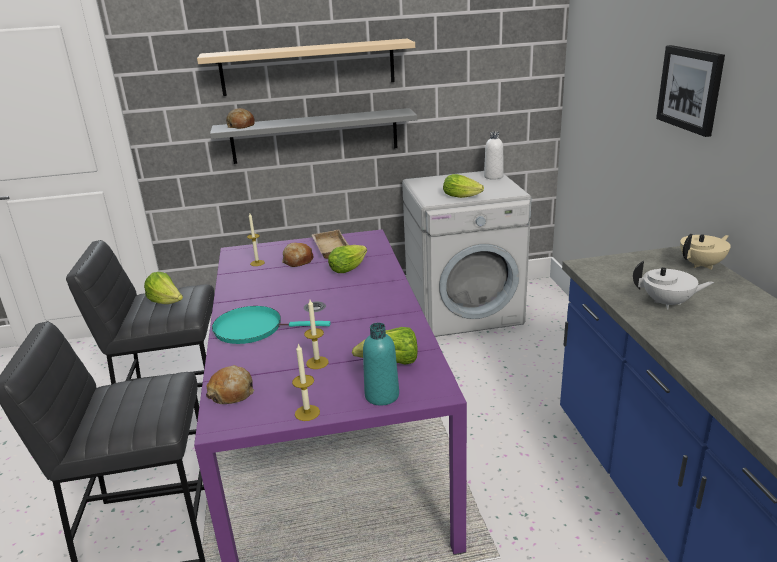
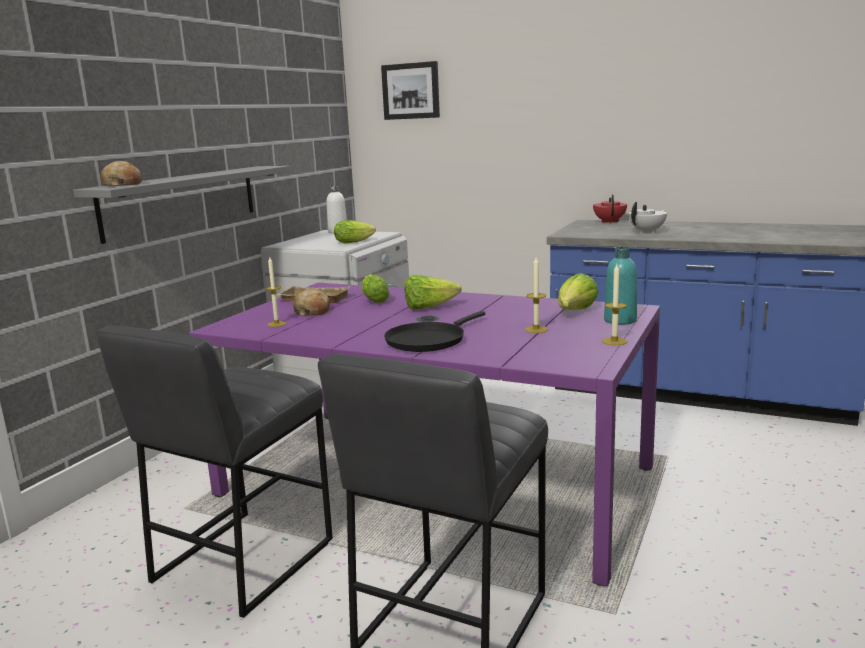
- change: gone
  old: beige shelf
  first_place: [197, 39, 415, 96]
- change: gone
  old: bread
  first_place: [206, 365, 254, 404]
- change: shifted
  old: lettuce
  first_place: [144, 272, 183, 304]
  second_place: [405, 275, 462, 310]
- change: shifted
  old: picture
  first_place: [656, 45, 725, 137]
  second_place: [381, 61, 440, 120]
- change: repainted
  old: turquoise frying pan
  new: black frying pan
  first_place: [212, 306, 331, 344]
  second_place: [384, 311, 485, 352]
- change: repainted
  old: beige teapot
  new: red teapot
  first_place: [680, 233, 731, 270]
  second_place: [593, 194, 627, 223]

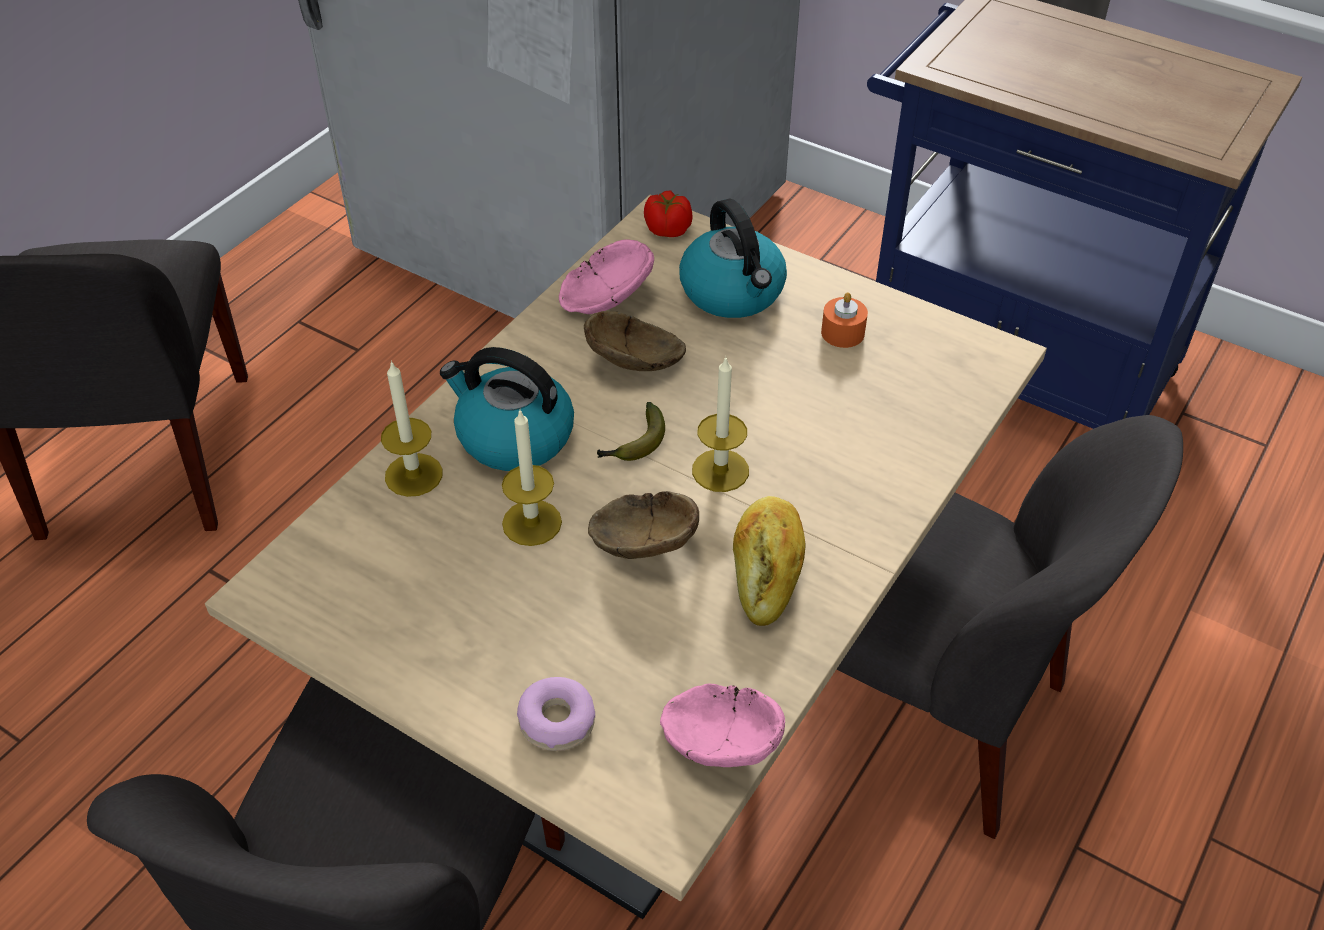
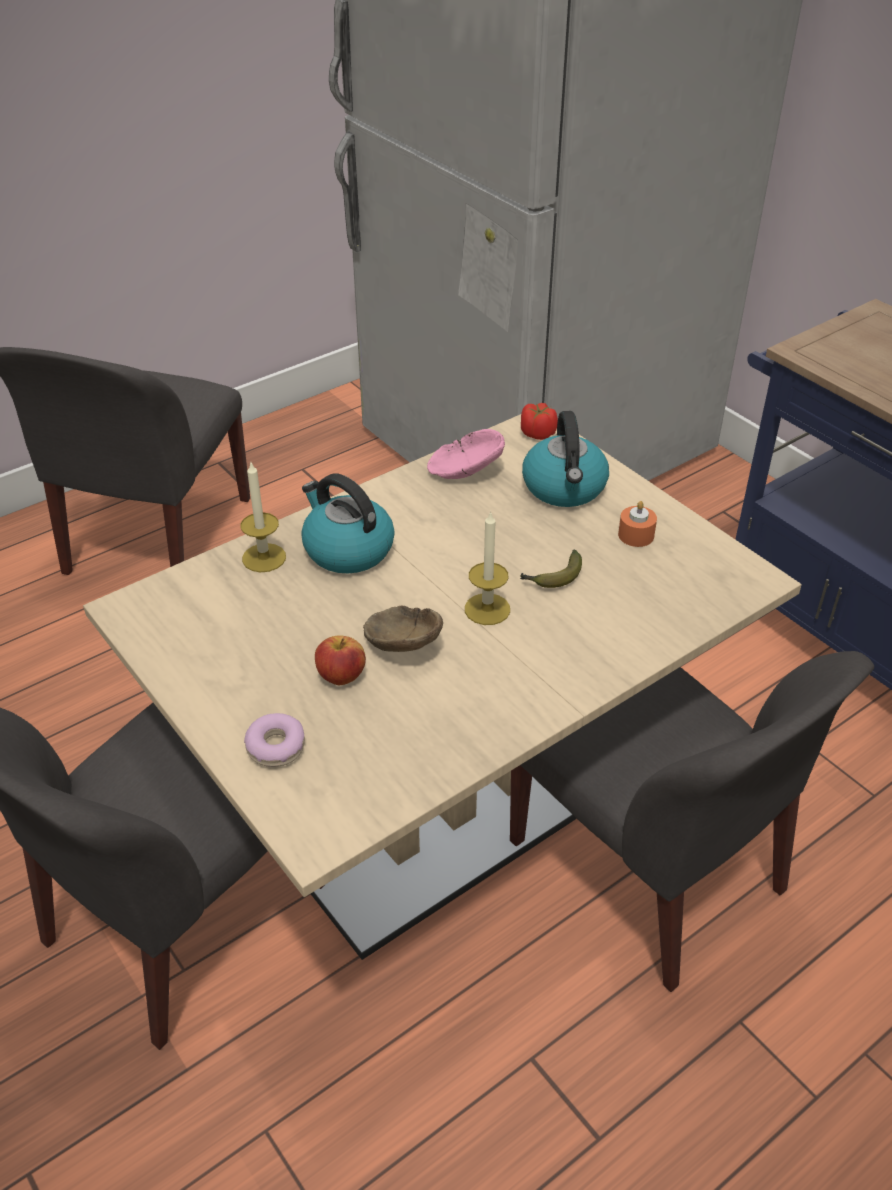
- change: gone
  old: candle
  first_place: [502, 411, 562, 546]
- change: gone
  old: brown bowl
  first_place: [584, 311, 686, 371]
- change: gone
  old: pink bowl
  first_place: [660, 683, 785, 767]
- change: gone
  old: bread
  first_place: [733, 496, 805, 626]
- change: new
  new: apple
  second_place: [315, 635, 366, 685]
- change: shifted
  old: banana
  first_place: [597, 402, 665, 461]
  second_place: [520, 550, 582, 588]

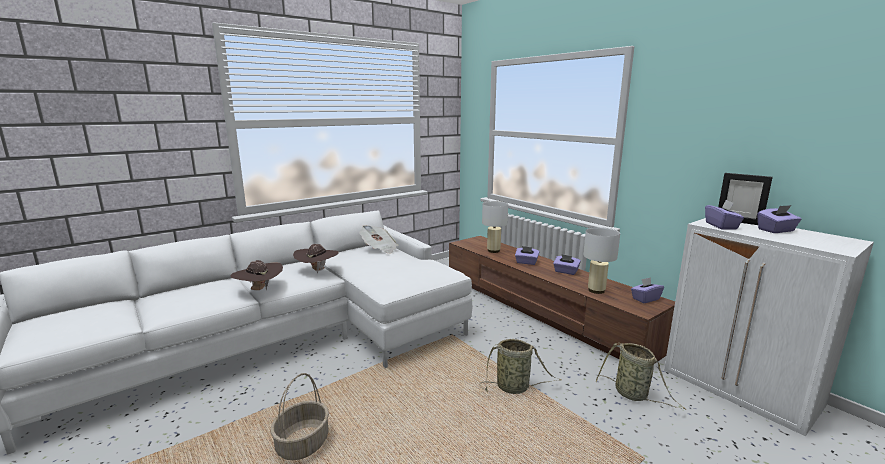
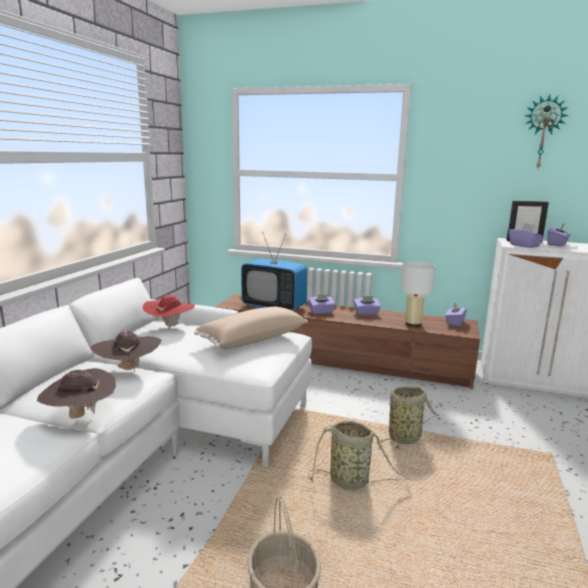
- change: new
  new: beige pillow
  second_place: [194, 307, 308, 349]
- change: new
  new: wall clock
  second_place: [525, 94, 569, 168]
- change: shifted
  old: basket
  first_place: [596, 343, 686, 410]
  second_place: [308, 421, 411, 490]
- change: swapped
  old: newspaper
  new: red hat
  first_place: [359, 225, 398, 254]
  second_place: [142, 295, 195, 329]
- change: swapped
  old: white table lamp
  new: television
  first_place: [482, 201, 508, 253]
  second_place: [241, 232, 308, 311]

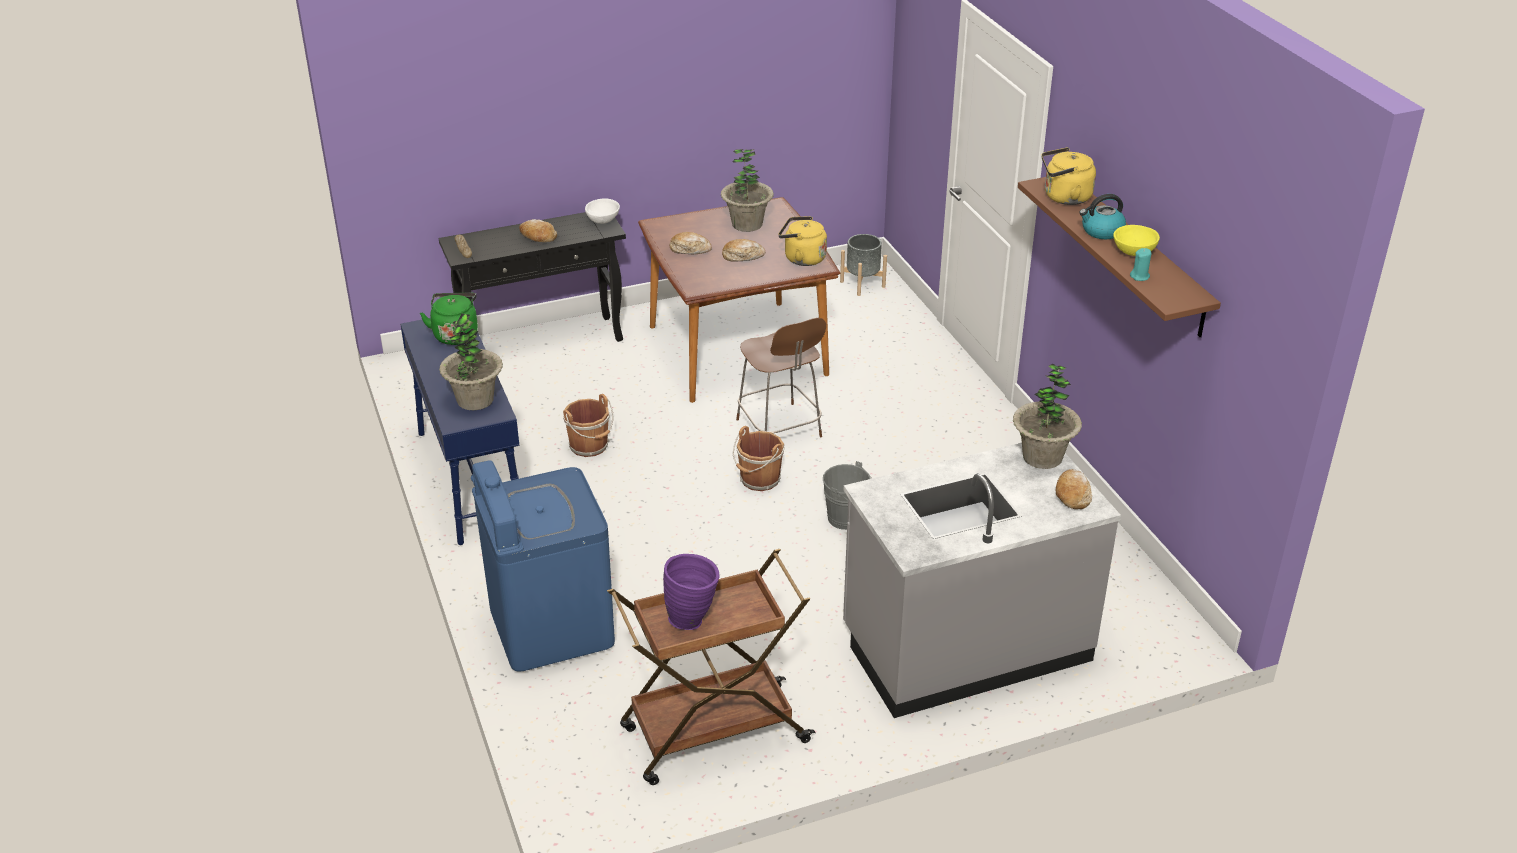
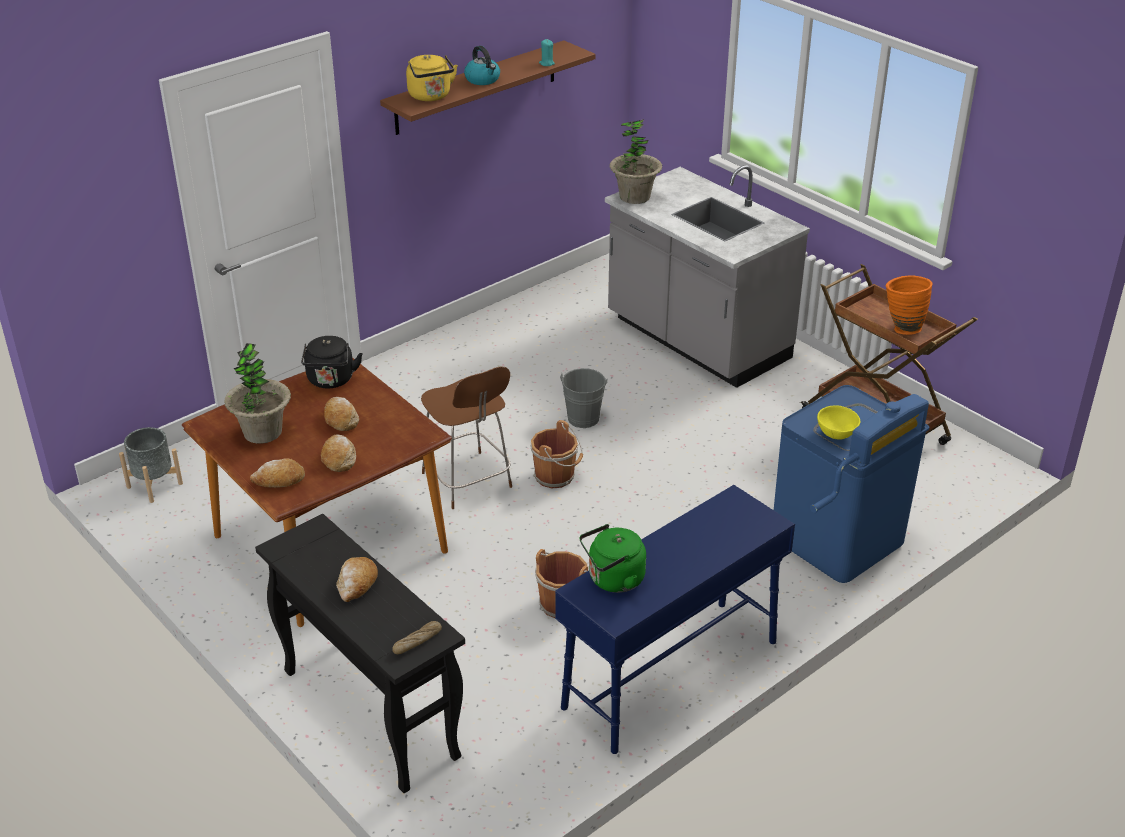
- change: gone
  old: potted plant
  first_place: [439, 313, 503, 410]
- change: gone
  old: white bowl
  first_place: [585, 198, 620, 224]
- change: shifted
  old: bread
  first_place: [1056, 469, 1092, 509]
  second_place: [250, 458, 305, 488]
- change: shifted
  old: yellow bowl
  first_place: [1113, 225, 1160, 256]
  second_place: [817, 405, 860, 439]
- change: repainted
  old: purple vase
  new: orange vase
  first_place: [663, 554, 719, 630]
  second_place: [886, 276, 932, 335]
- change: repainted
  old: yellow kettle
  new: black kettle
  first_place: [778, 216, 827, 266]
  second_place: [301, 336, 363, 388]
- change: rotated
  old: brown chair
  first_place: [736, 318, 826, 437]
  second_place: [421, 366, 512, 509]
  degrees: 105

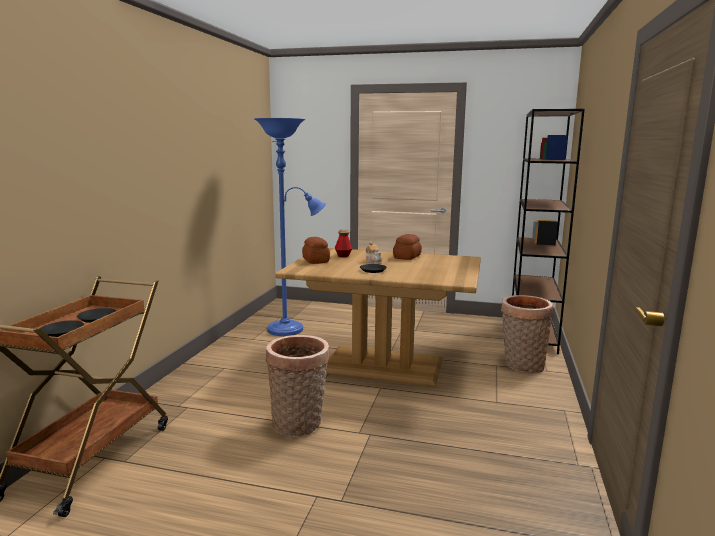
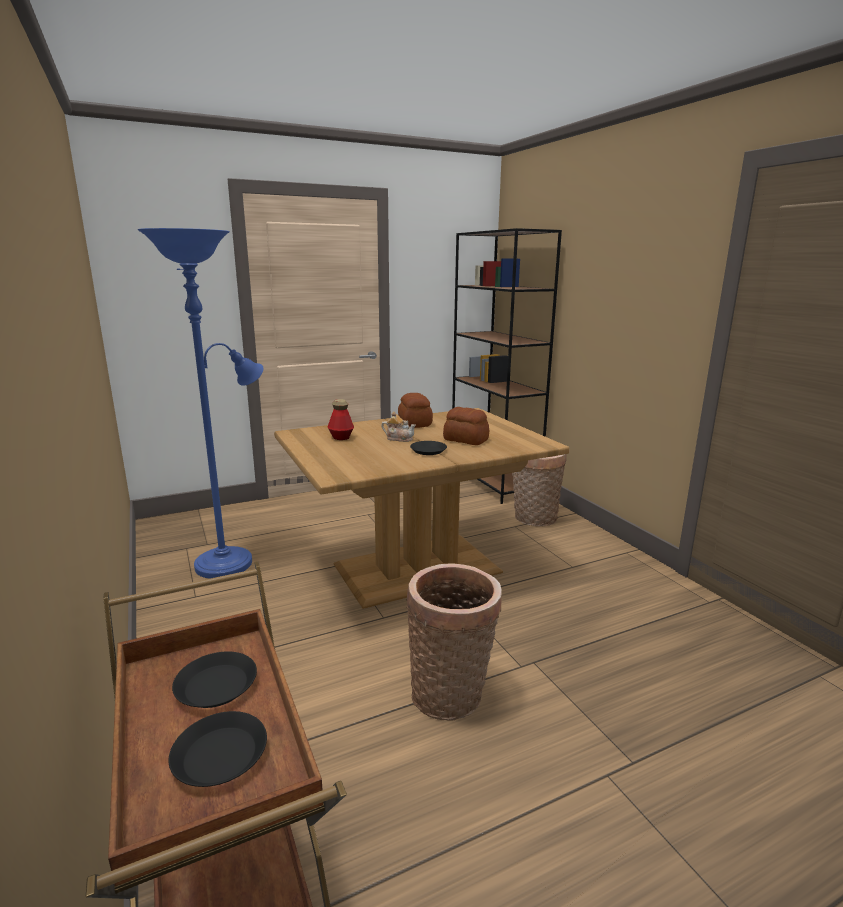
- change: shifted
  old: bread
  first_place: [302, 237, 330, 264]
  second_place: [443, 407, 489, 445]

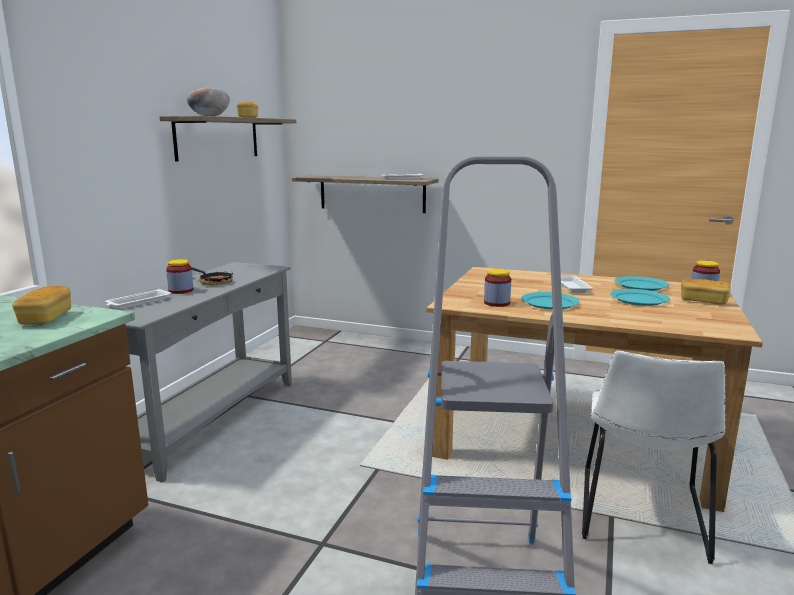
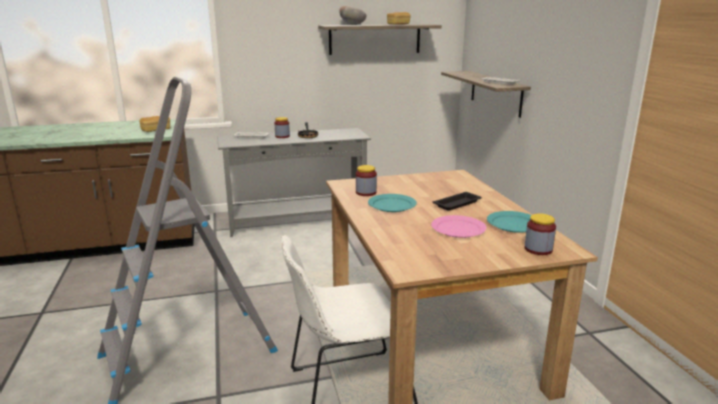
- change: gone
  old: bread
  first_place: [681, 279, 731, 305]
- change: repainted
  old: white tray
  new: black tray
  first_place: [561, 276, 593, 293]
  second_place: [433, 192, 482, 211]
- change: repainted
  old: turquoise plate
  new: pink plate
  first_place: [610, 289, 670, 306]
  second_place: [431, 215, 487, 238]

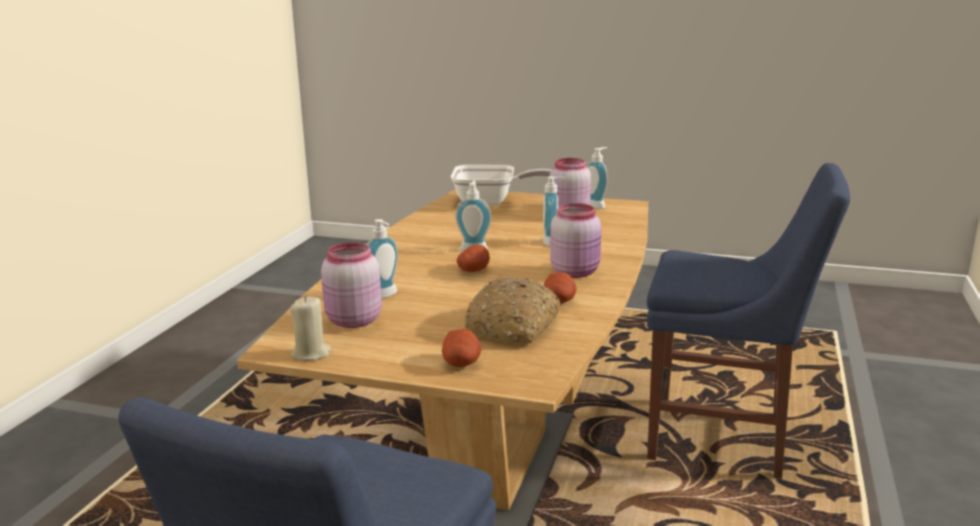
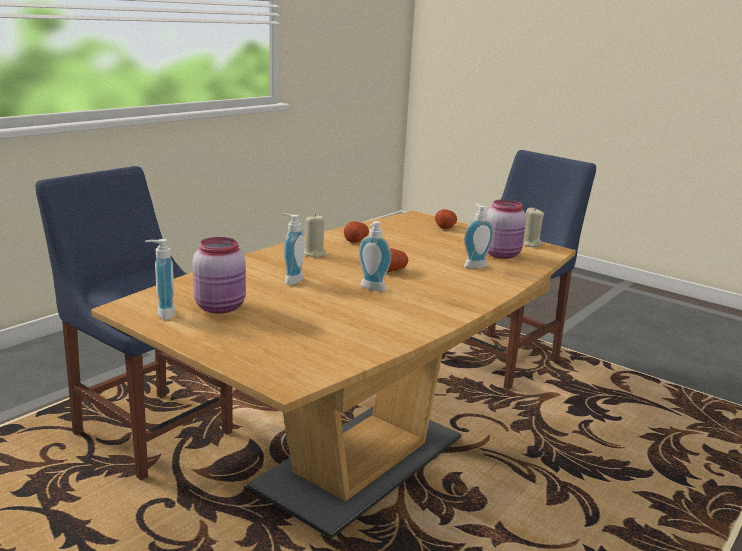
- change: gone
  old: frying pan
  first_place: [451, 165, 551, 206]
- change: gone
  old: bread
  first_place: [465, 277, 560, 344]
- change: swapped
  old: pink jar
  new: beige candle
  first_place: [550, 203, 601, 278]
  second_place: [304, 214, 327, 258]

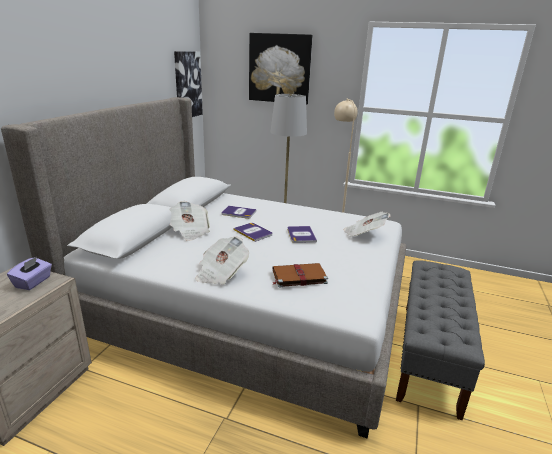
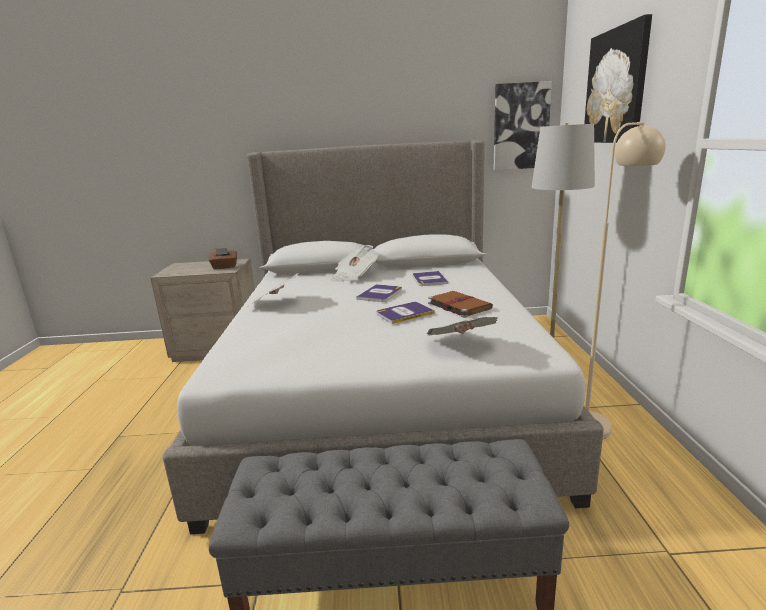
- change: shifted
  old: brown book
  first_place: [272, 263, 328, 288]
  second_place: [428, 291, 493, 318]
- change: repainted
  old: purple tissue box
  new: brown tissue box
  first_place: [7, 257, 52, 290]
  second_place: [209, 248, 237, 269]

